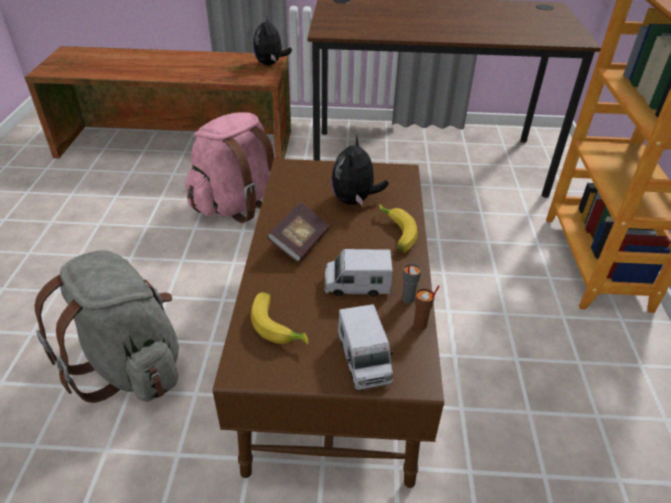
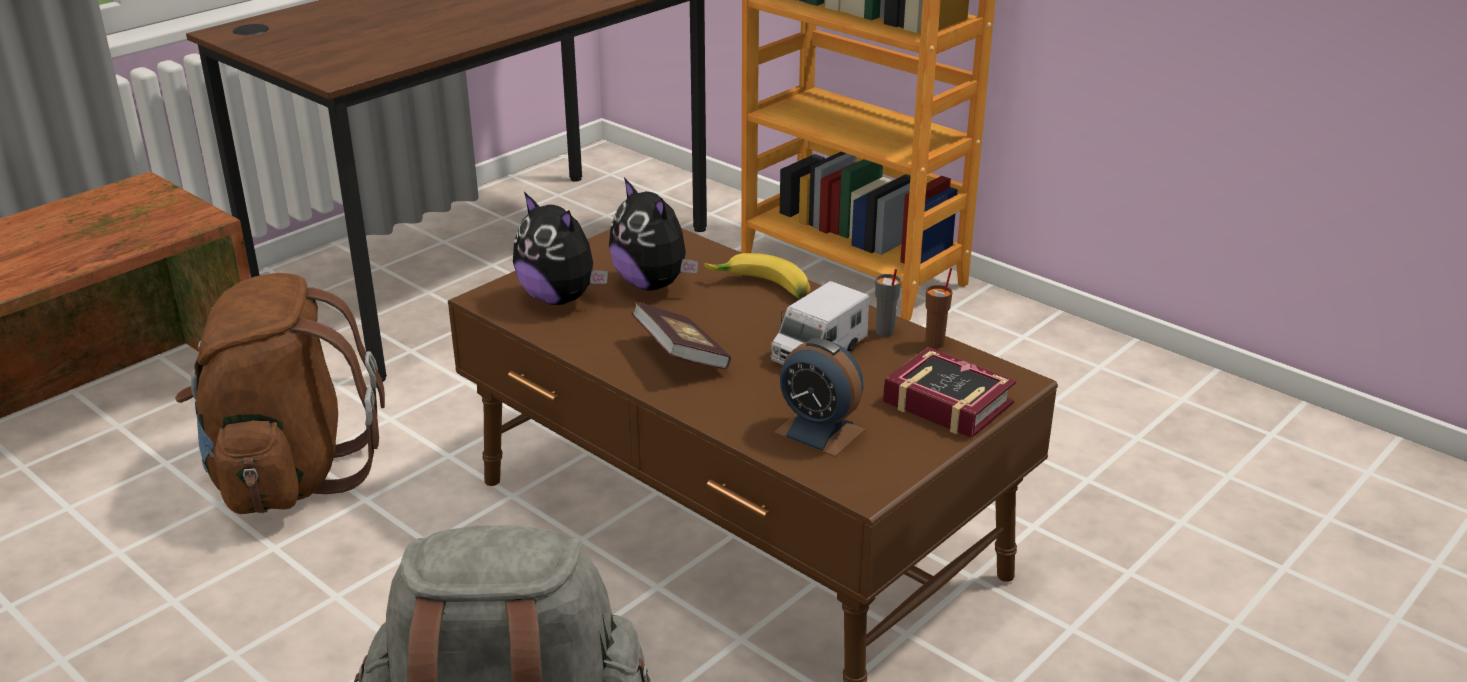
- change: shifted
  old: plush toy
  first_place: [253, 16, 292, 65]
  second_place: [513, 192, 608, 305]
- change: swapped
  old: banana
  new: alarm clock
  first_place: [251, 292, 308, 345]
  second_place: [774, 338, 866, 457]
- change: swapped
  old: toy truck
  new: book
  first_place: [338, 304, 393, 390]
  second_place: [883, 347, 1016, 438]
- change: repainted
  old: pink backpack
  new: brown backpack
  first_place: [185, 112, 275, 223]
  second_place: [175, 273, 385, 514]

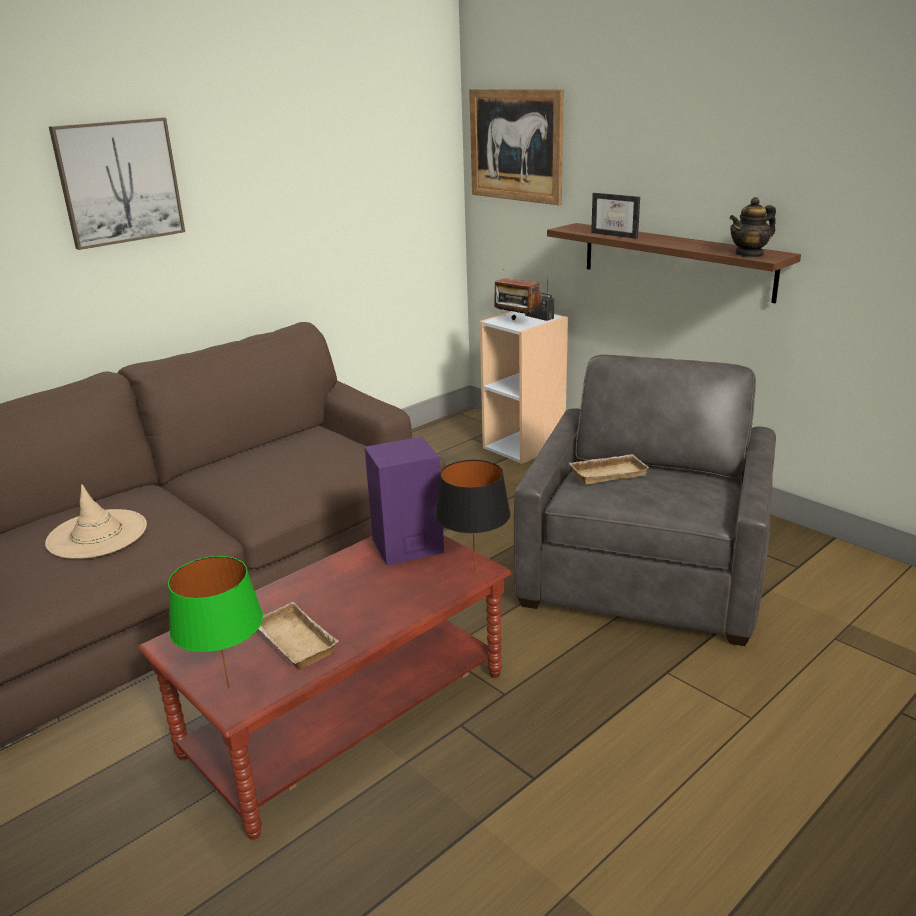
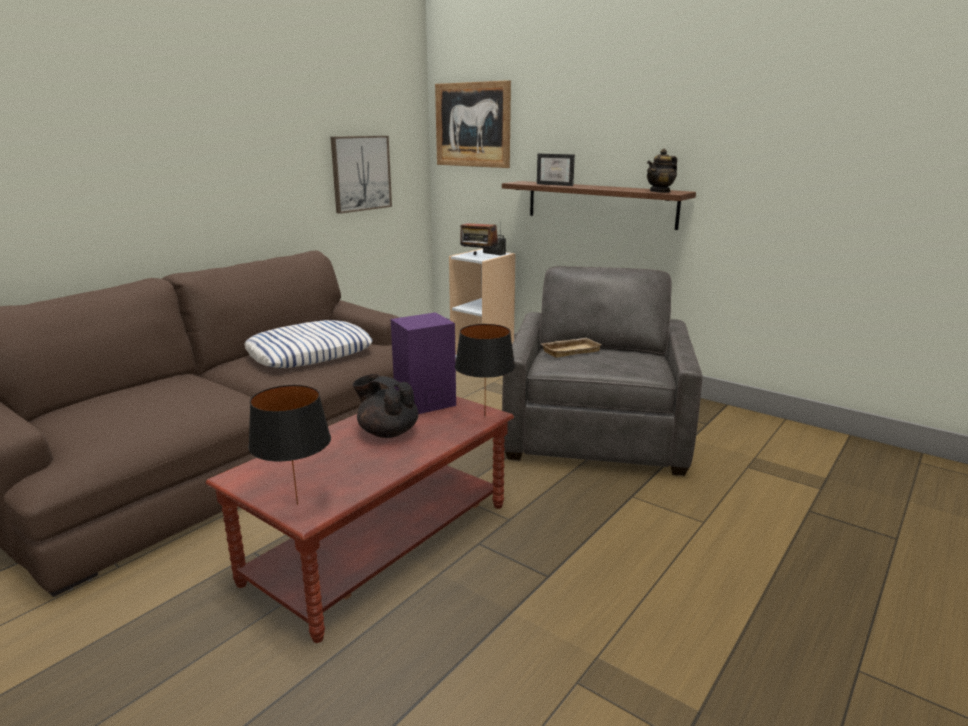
- change: gone
  old: beige hat
  first_place: [45, 484, 147, 559]
- change: gone
  old: beige tray
  first_place: [259, 602, 339, 669]
- change: new
  new: pillow
  second_place: [244, 320, 373, 368]
- change: new
  new: black teapot
  second_place: [353, 374, 418, 438]
- change: shifted
  old: picture
  first_place: [49, 118, 185, 250]
  second_place: [331, 136, 392, 214]
- change: repainted
  old: green table lamp
  new: black table lamp
  first_place: [168, 556, 263, 689]
  second_place: [248, 385, 331, 505]

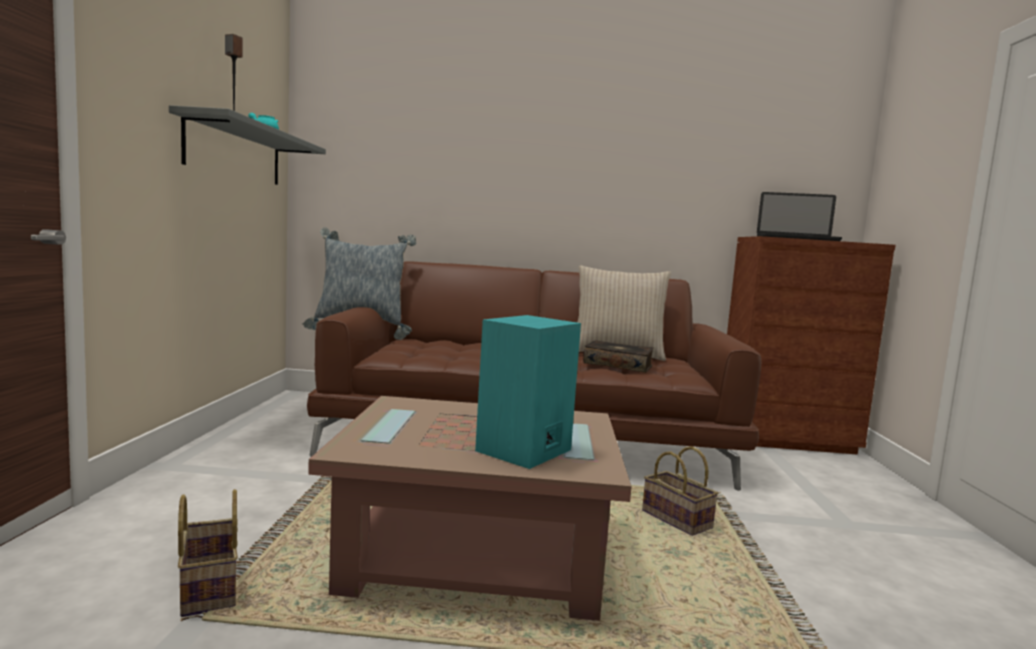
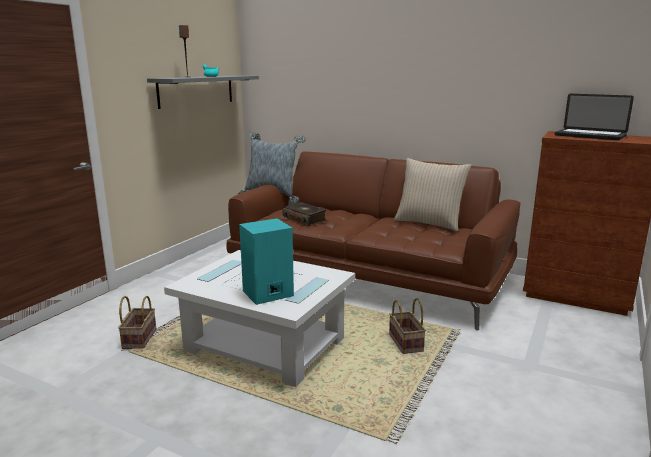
- change: shifted
  old: book
  first_place: [583, 340, 654, 373]
  second_place: [283, 202, 327, 226]
- change: repainted
  old: brown coffee table
  new: white coffee table
  first_place: [308, 396, 632, 621]
  second_place: [164, 250, 355, 387]

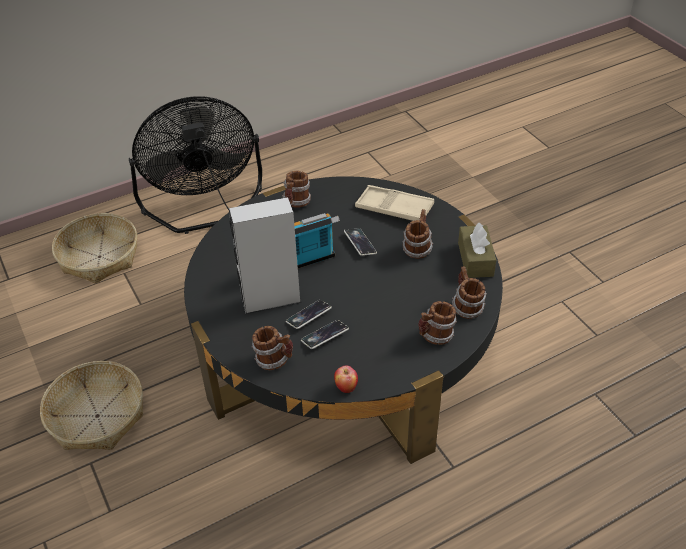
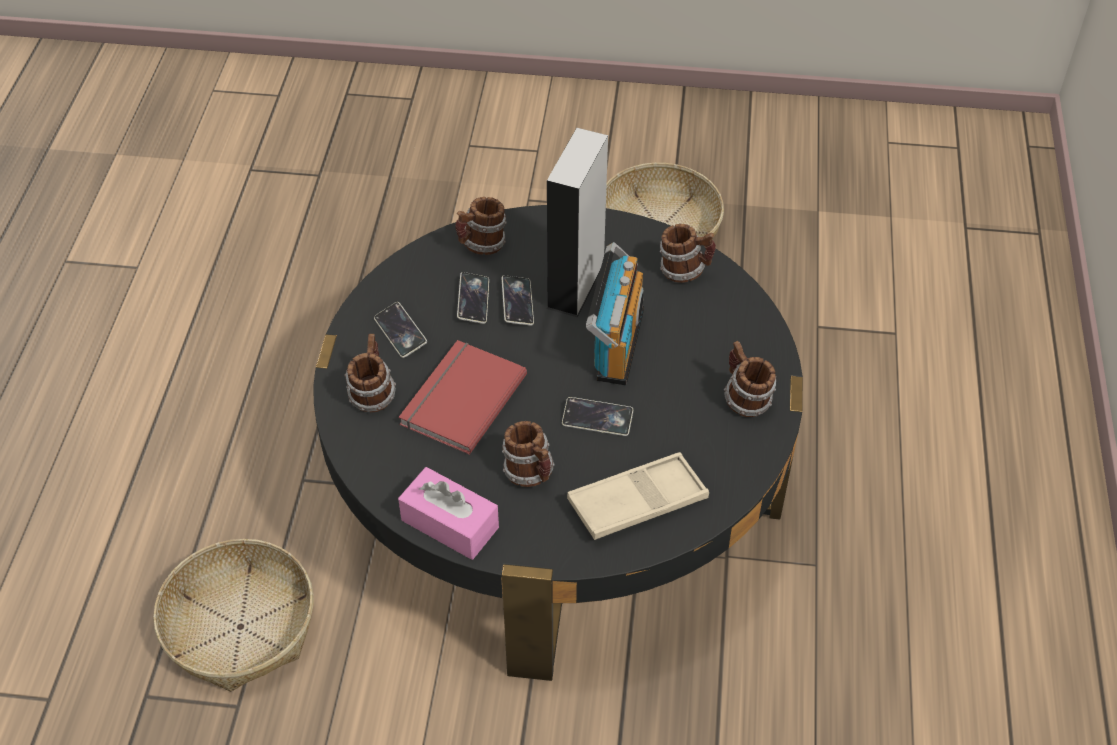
- change: gone
  old: black fan
  first_place: [129, 96, 262, 234]
- change: gone
  old: apple
  first_place: [334, 366, 358, 393]
- change: new
  new: phone
  second_place: [374, 302, 427, 358]
- change: new
  new: red book
  second_place: [399, 340, 527, 455]
- change: shifted
  old: basket
  first_place: [52, 213, 137, 284]
  second_place: [153, 539, 314, 692]
- change: shifted
  old: mug
  first_place: [452, 266, 487, 319]
  second_place: [660, 224, 716, 283]
- change: repainted
  old: brown tissue box
  new: pink tissue box
  first_place: [458, 222, 496, 278]
  second_place: [398, 467, 499, 560]

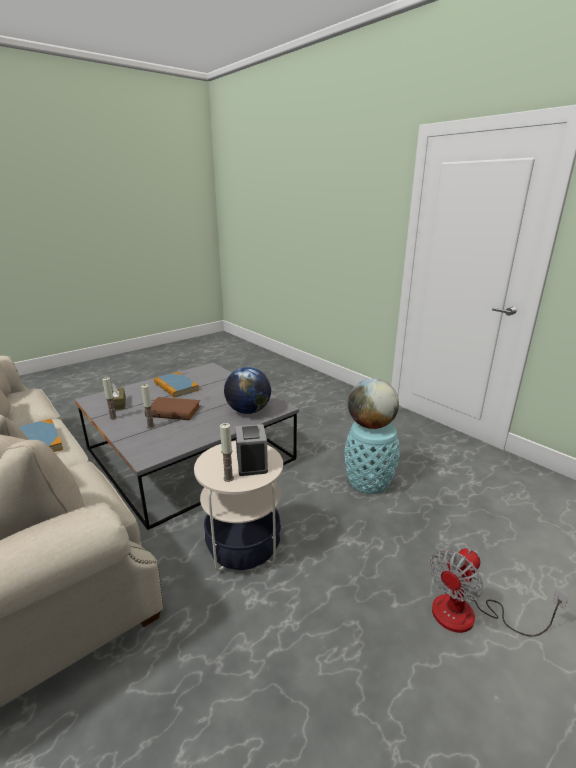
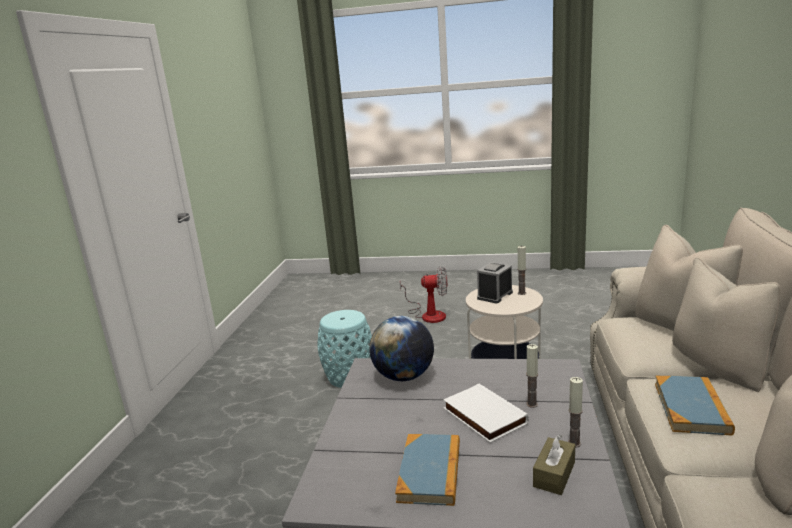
- change: gone
  old: globe
  first_place: [348, 378, 399, 429]
- change: repainted
  old: brown book
  new: white book
  first_place: [145, 397, 200, 420]
  second_place: [443, 384, 528, 443]

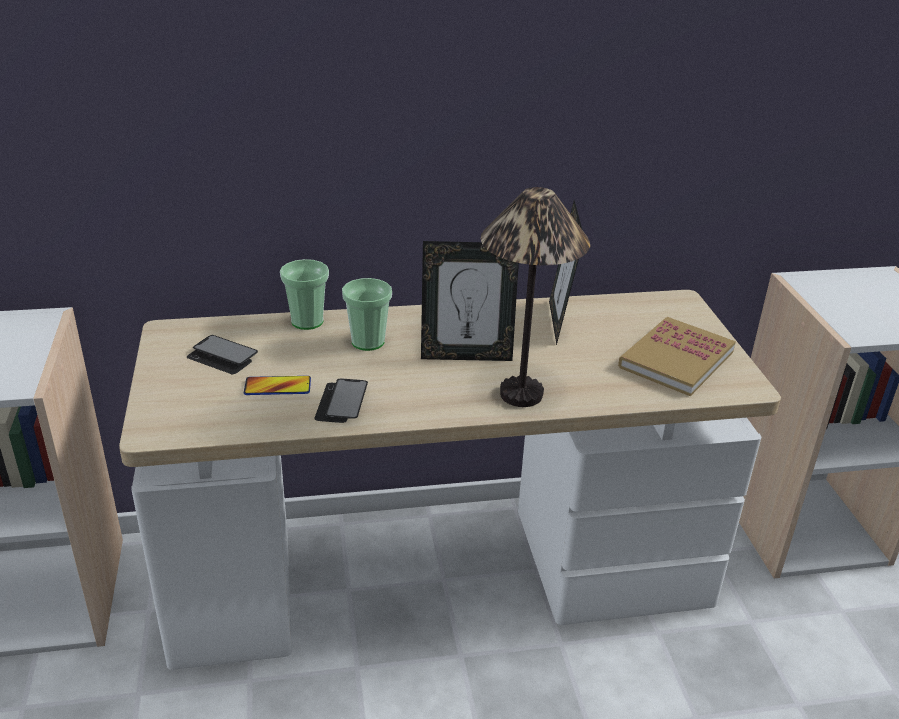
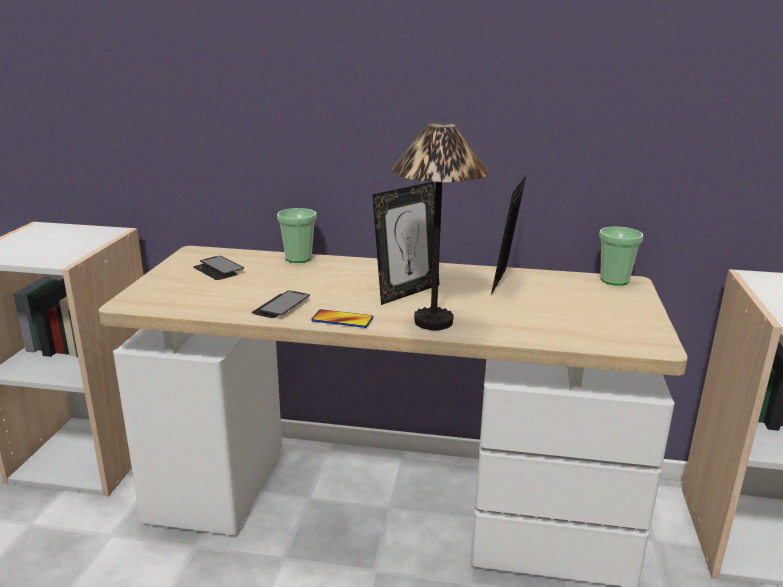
- change: gone
  old: book
  first_place: [618, 317, 736, 396]
- change: shifted
  old: phone
  first_place: [244, 376, 311, 395]
  second_place: [311, 309, 373, 328]
- change: shifted
  old: cup
  first_place: [342, 278, 392, 351]
  second_place: [599, 226, 643, 286]
- change: rotated
  old: picture frame
  first_place: [421, 241, 519, 361]
  second_place: [372, 182, 439, 305]
  degrees: -60

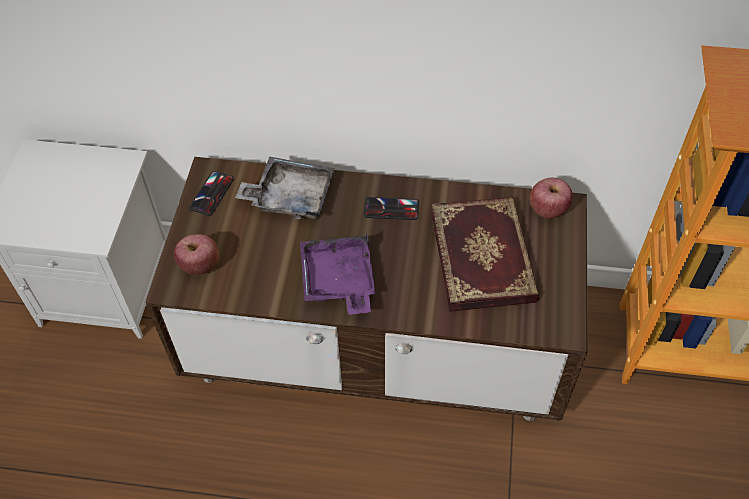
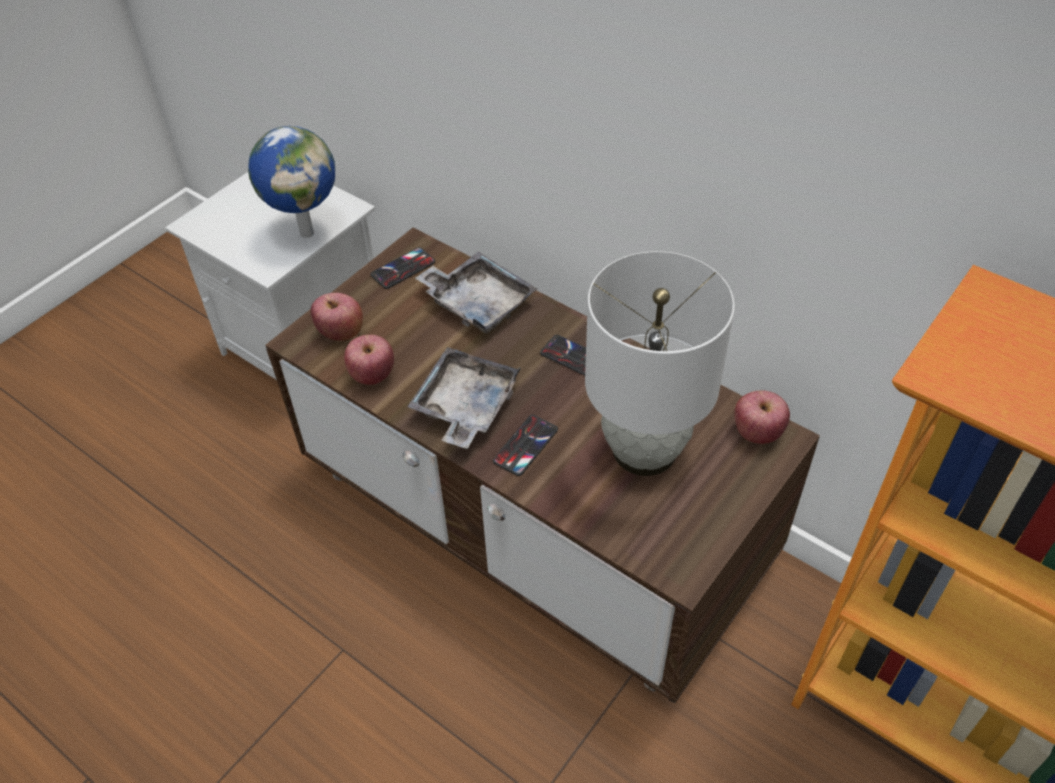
- change: new
  new: globe
  second_place: [248, 126, 335, 238]
- change: new
  new: apple
  second_place: [344, 335, 394, 385]
- change: new
  new: phone
  second_place: [493, 415, 558, 476]
- change: swapped
  old: book
  new: white table lamp
  first_place: [431, 197, 540, 312]
  second_place: [585, 251, 735, 476]
- change: repainted
  old: purple tray
  new: grey tray
  first_place: [300, 233, 375, 315]
  second_place: [407, 347, 521, 449]

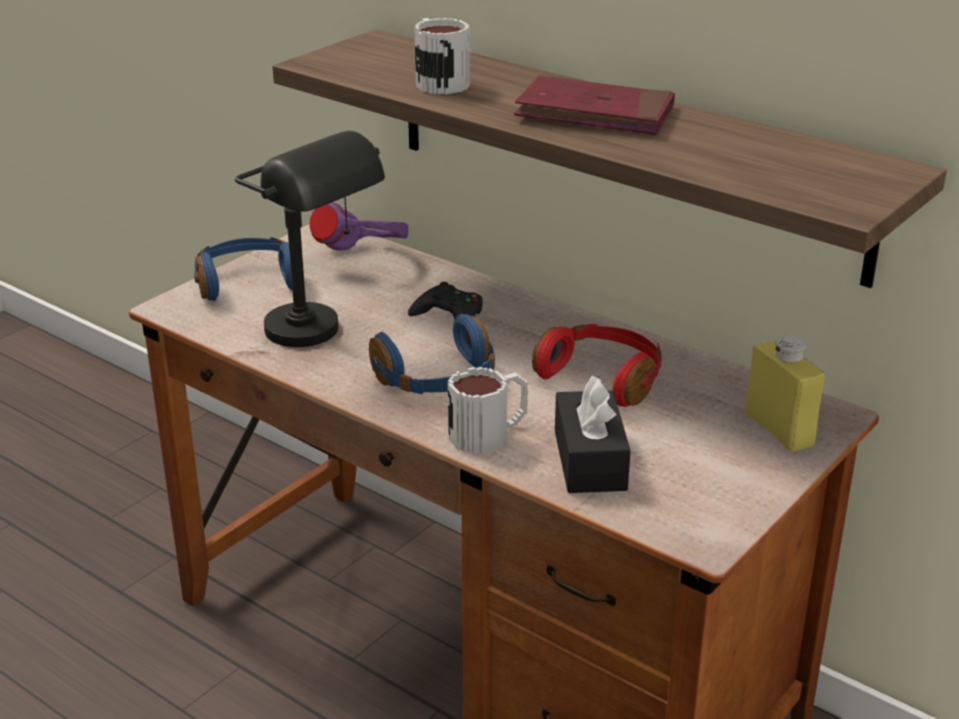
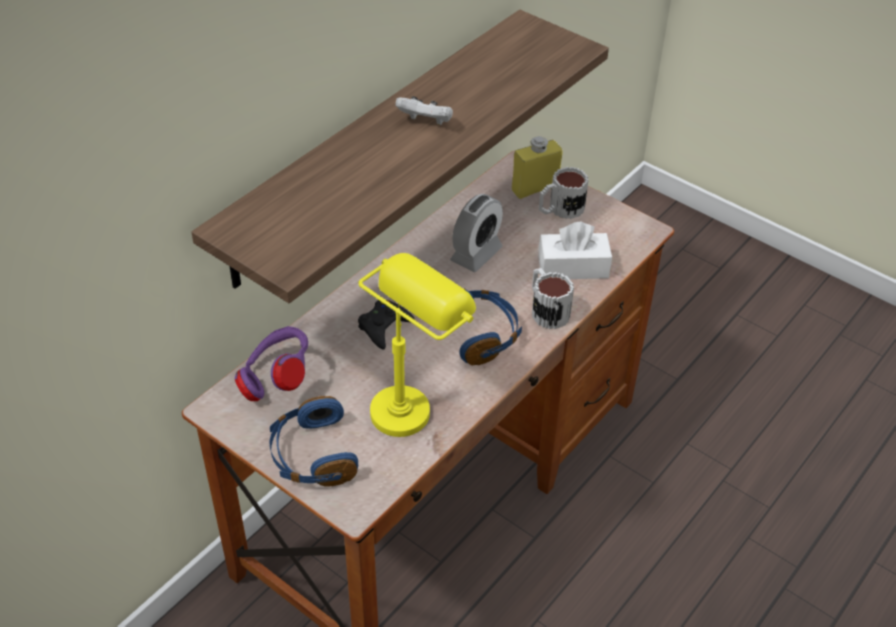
- change: shifted
  old: mug
  first_place: [414, 18, 470, 94]
  second_place: [539, 167, 588, 219]
- change: swapped
  old: red book
  new: white game controller
  first_place: [514, 76, 675, 135]
  second_place: [396, 96, 453, 125]
- change: swapped
  old: red headphones
  new: alarm clock
  first_place: [532, 324, 662, 407]
  second_place: [450, 194, 503, 272]
- change: repainted
  old: black table lamp
  new: yellow table lamp
  first_place: [235, 131, 385, 347]
  second_place: [358, 253, 476, 437]
- change: repainted
  old: black tissue box
  new: white tissue box
  first_place: [555, 375, 631, 493]
  second_place: [538, 222, 612, 279]

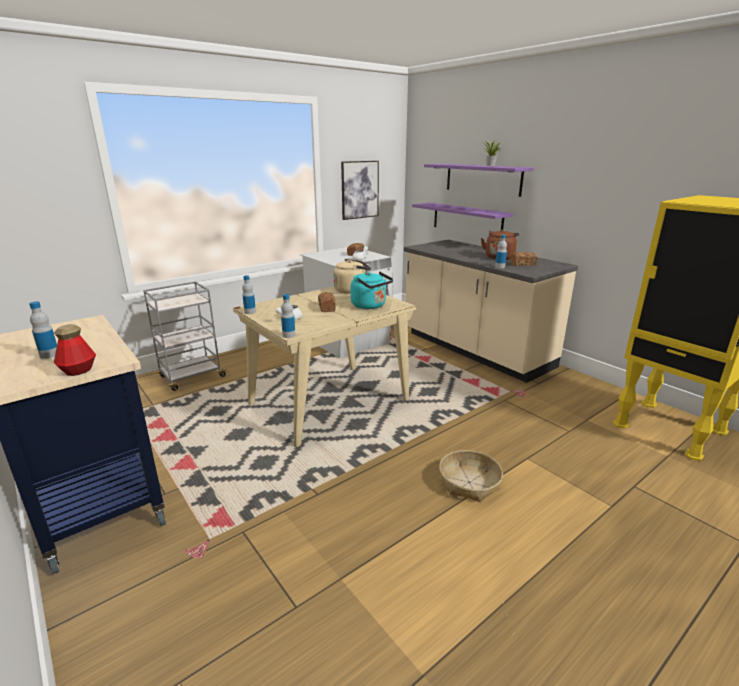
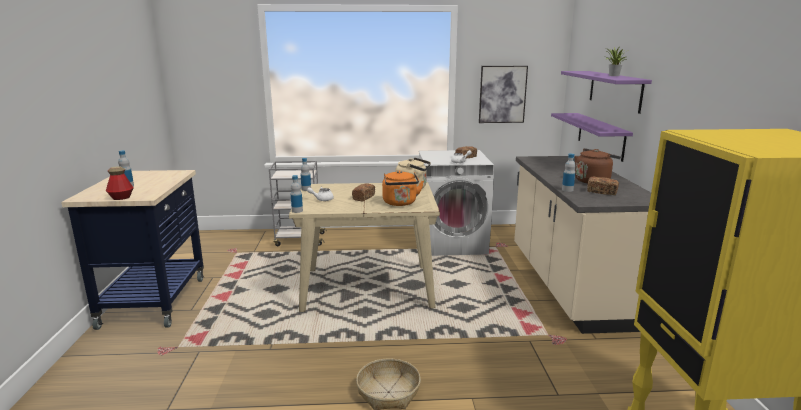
- change: repainted
  old: turquoise kettle
  new: orange kettle
  first_place: [351, 271, 393, 309]
  second_place: [382, 170, 424, 206]

